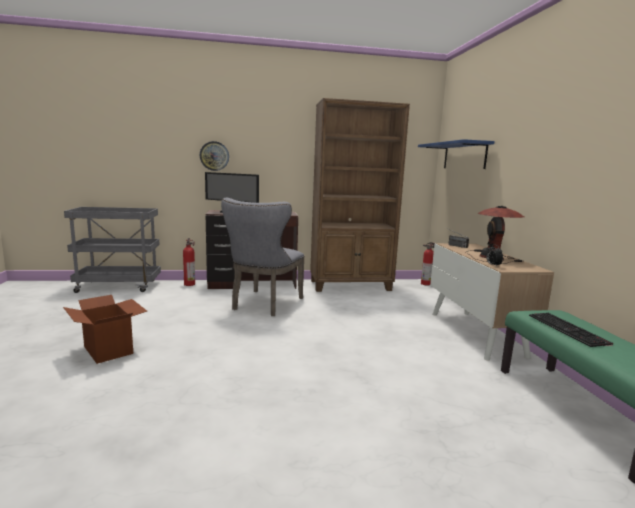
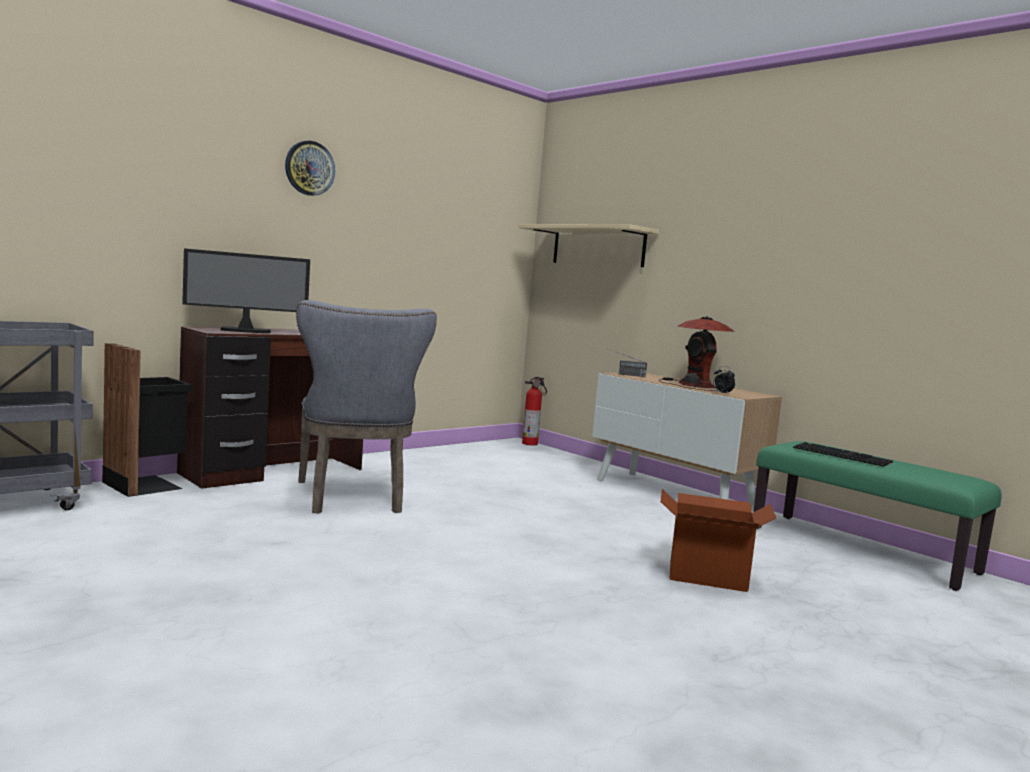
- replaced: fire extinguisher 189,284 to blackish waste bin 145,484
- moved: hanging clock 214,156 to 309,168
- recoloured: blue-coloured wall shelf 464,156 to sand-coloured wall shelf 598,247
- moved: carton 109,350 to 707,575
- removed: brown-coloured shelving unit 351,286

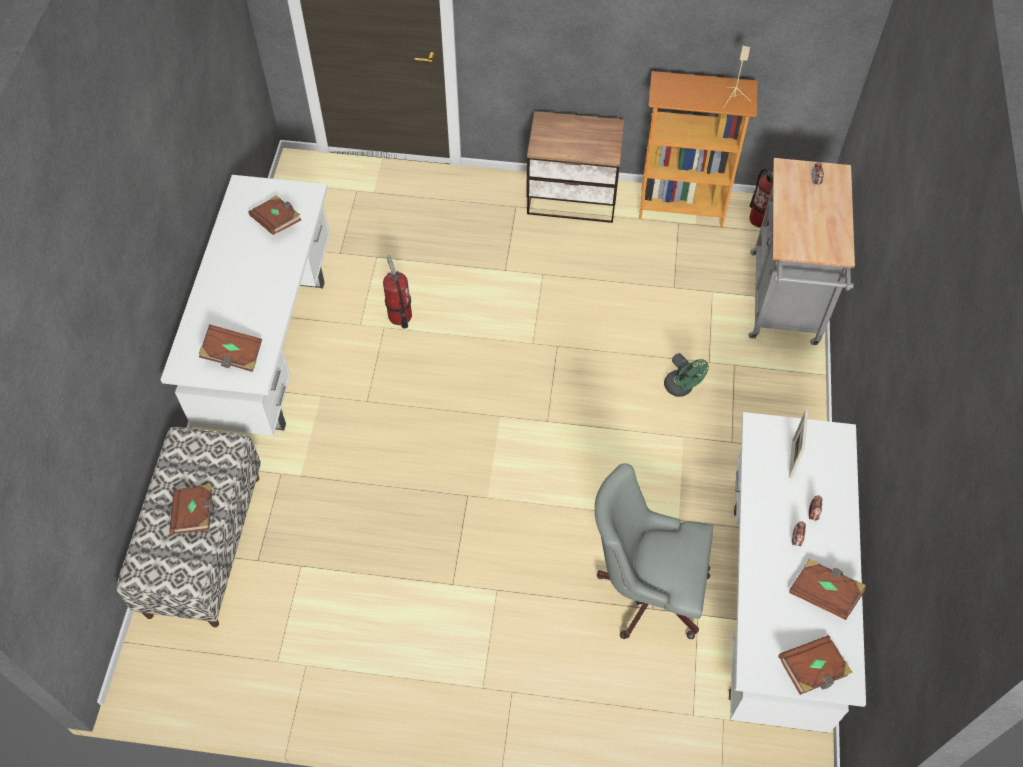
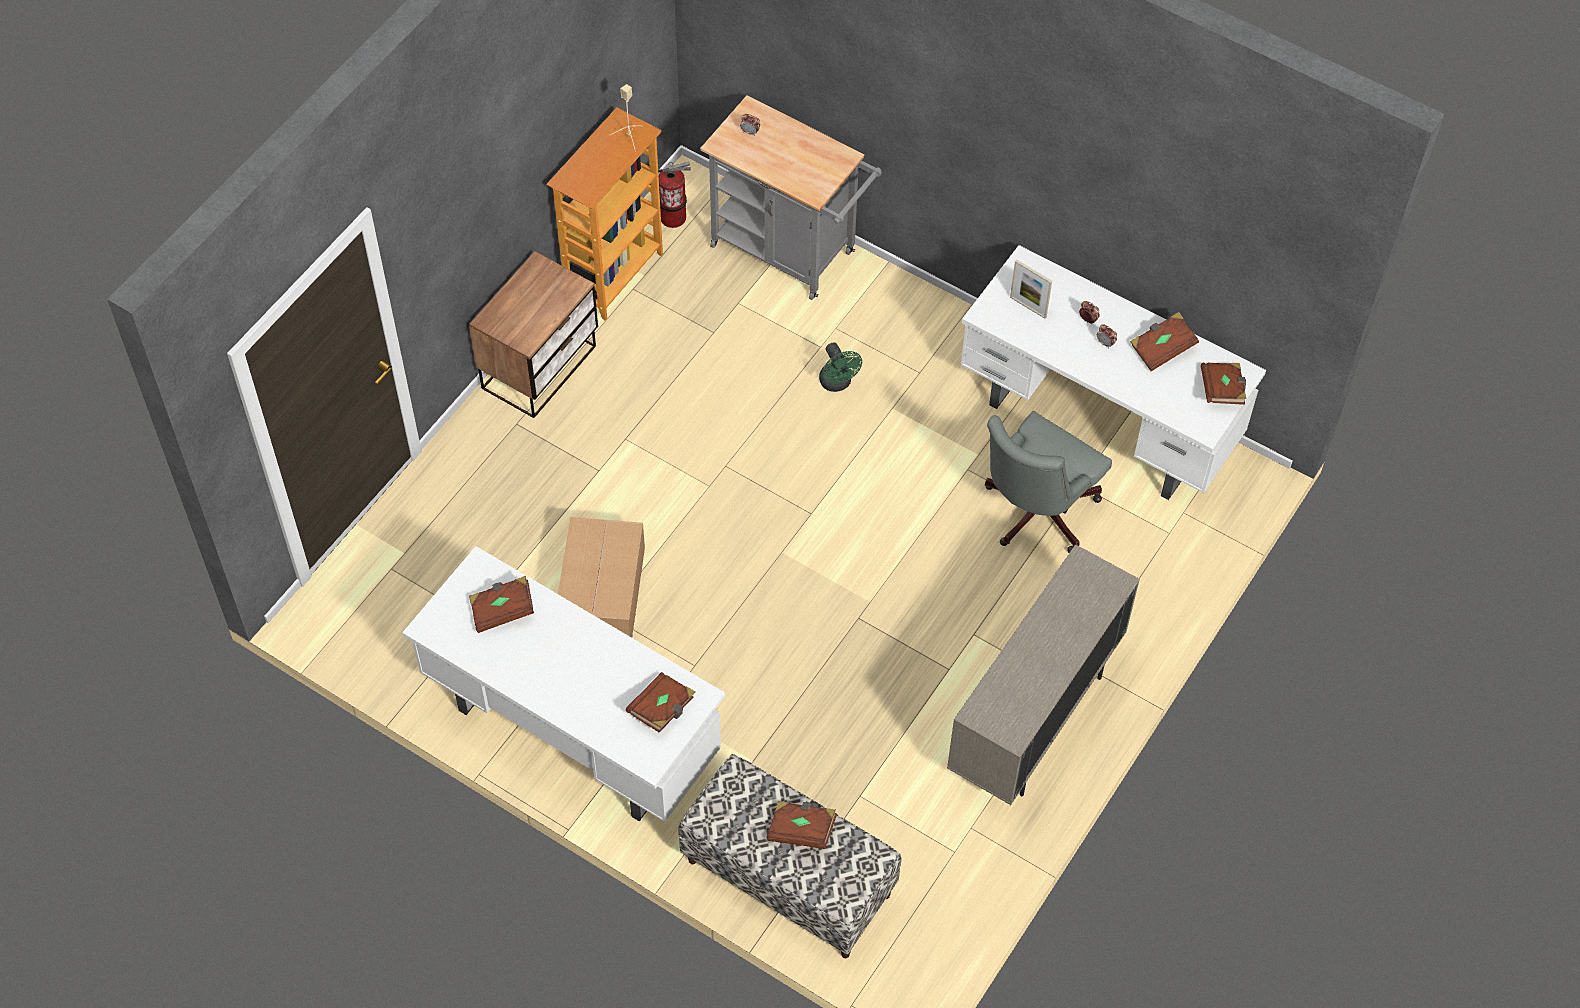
- replaced: fire extinguisher 399,316 to carton 600,593
- turned: green-coloured cooling fan 682,388 = 837,383 75 degrees clockwise
- added: sand-coloured cupboard 1033,721

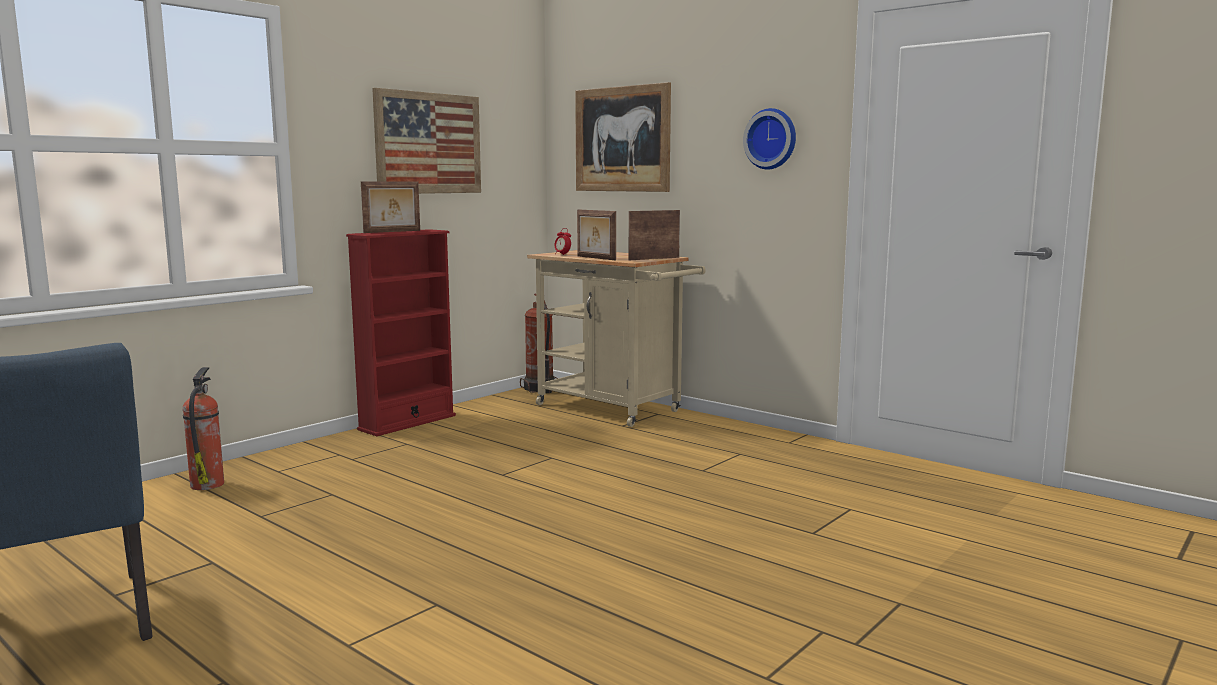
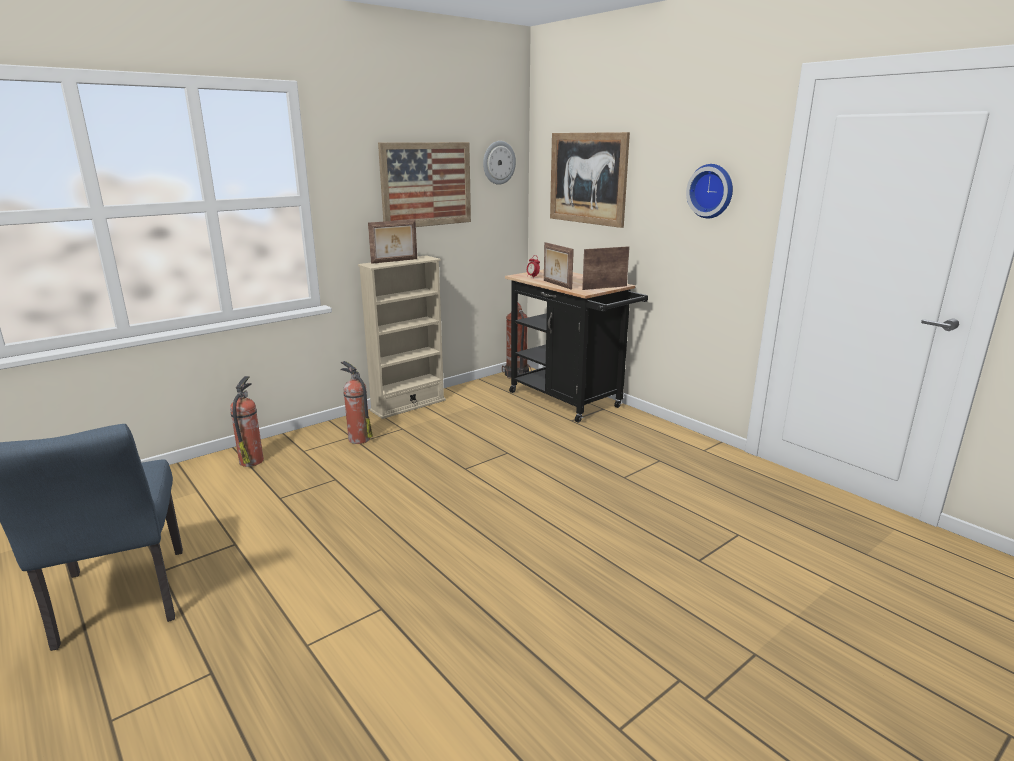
- added: fire extinguisher 358,439
- recoloured: reddish shelving unit 407,422 to sand-coloured shelving unit 408,405
- added: hanging clock 498,162
- recoloured: sand-coloured wheeled cart 615,409 to blackish wheeled cart 570,401

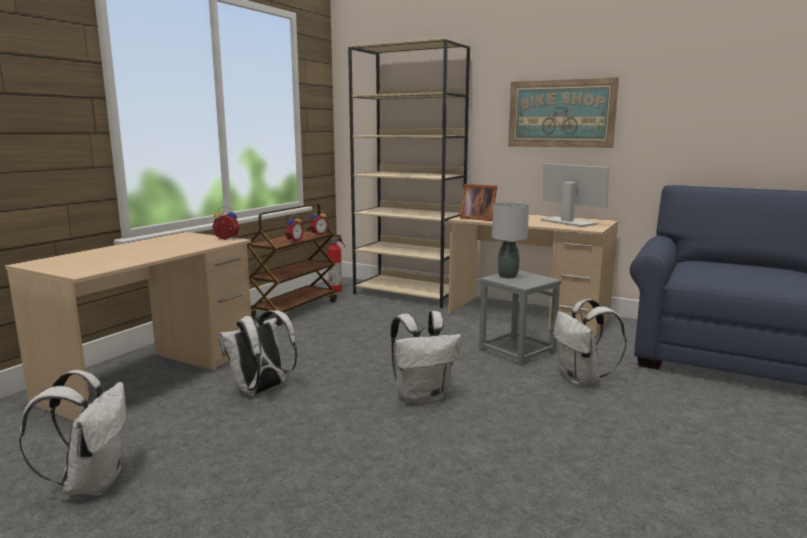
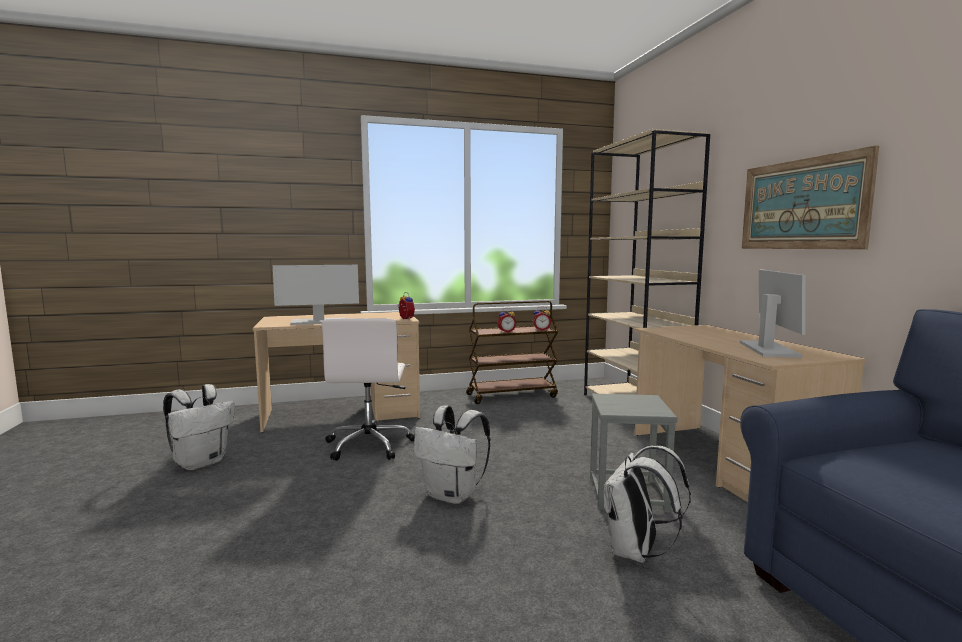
- added: monitor 318,322
- replaced: white knapsack 260,391 to white desk chair 369,445
- removed: fire extinguisher 336,290
- removed: photo frame 477,218
- removed: greyish tabletop lamp 508,276

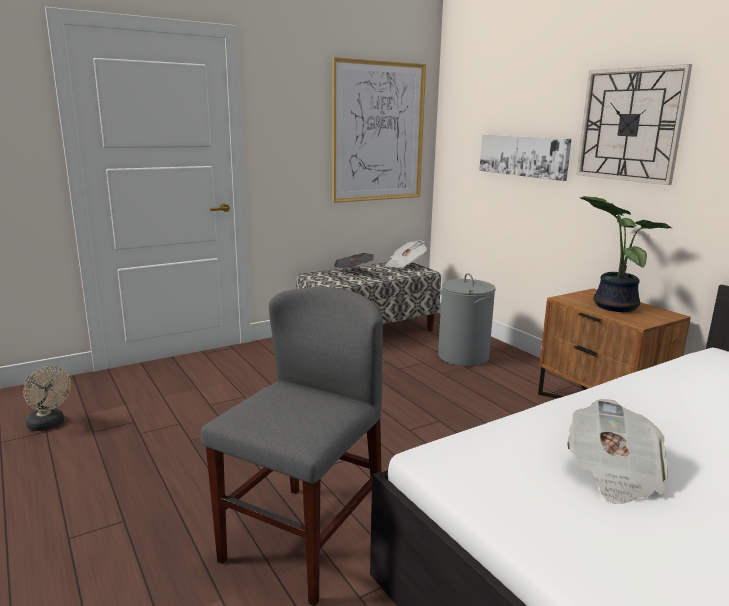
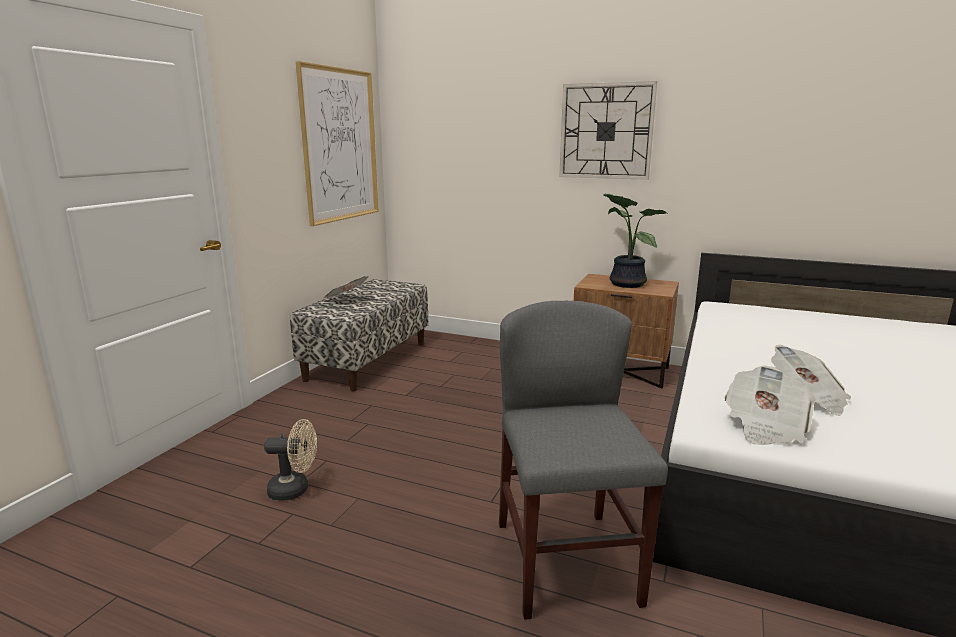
- moved: sand-coloured cooling fan 49,425 to 295,490
- moved: newspaper 405,265 to 765,427
- removed: greyish laundry basket 463,356
- removed: wall picture 523,156

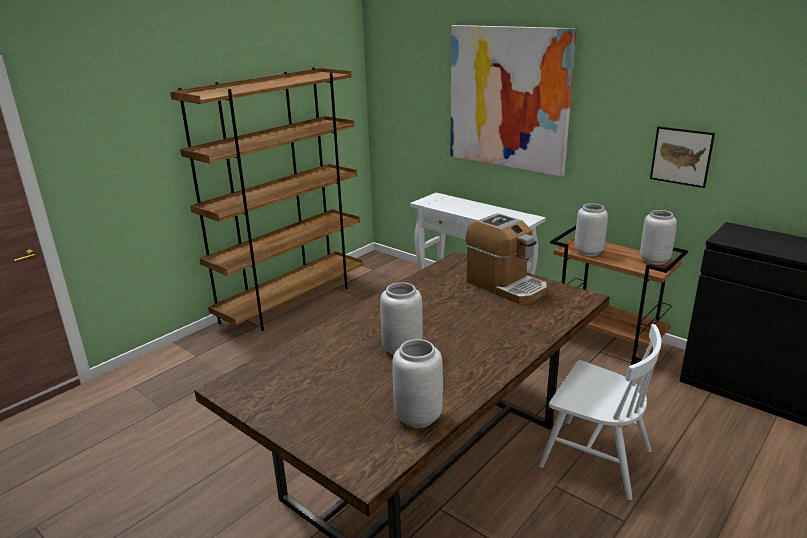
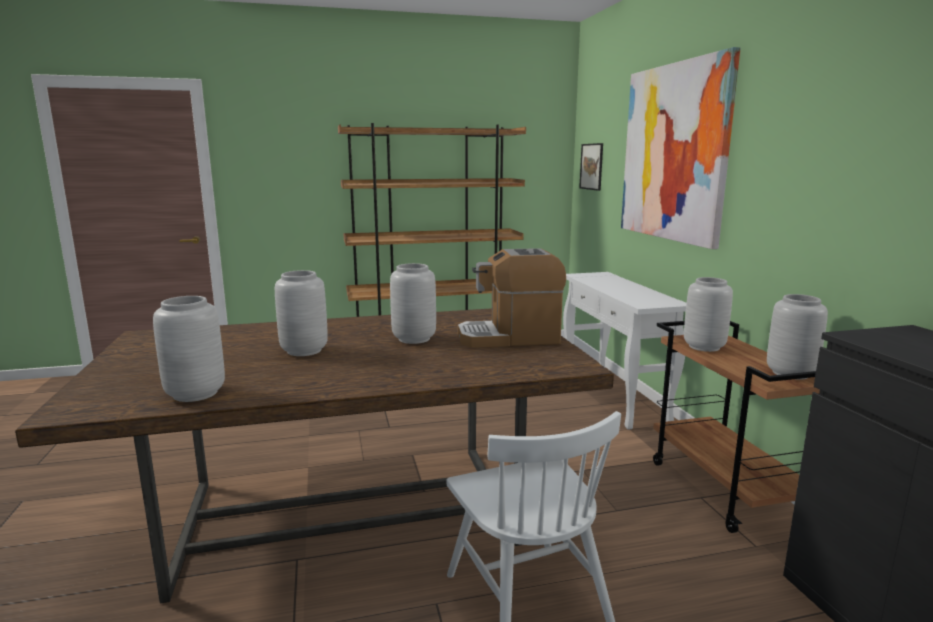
- added: greyish vase 413,339
- turned: coffee machine 506,286 = 509,337 90 degrees clockwise
- moved: wall picture 681,156 to 591,166

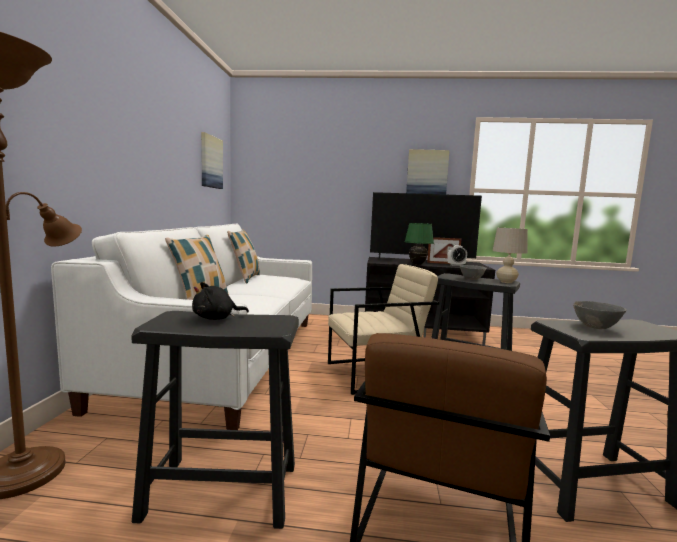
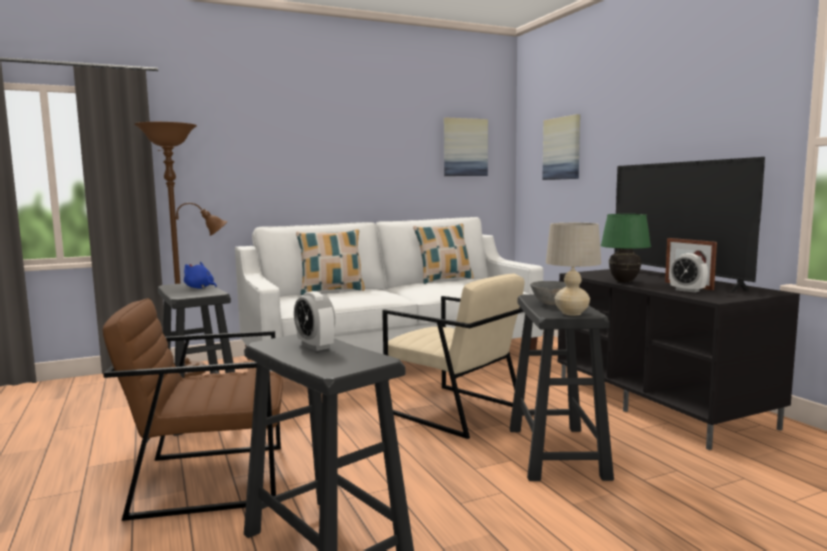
- recoloured: blackish cuddly toy 216,318 to blue-coloured cuddly toy 200,288
- replaced: greyish serving bowl 595,327 to alarm clock 315,346
- moved: wall picture 427,173 to 562,148

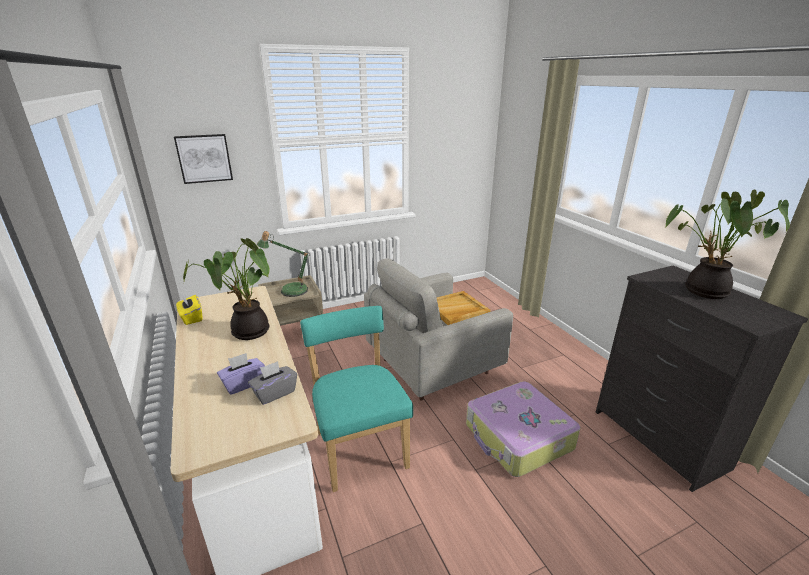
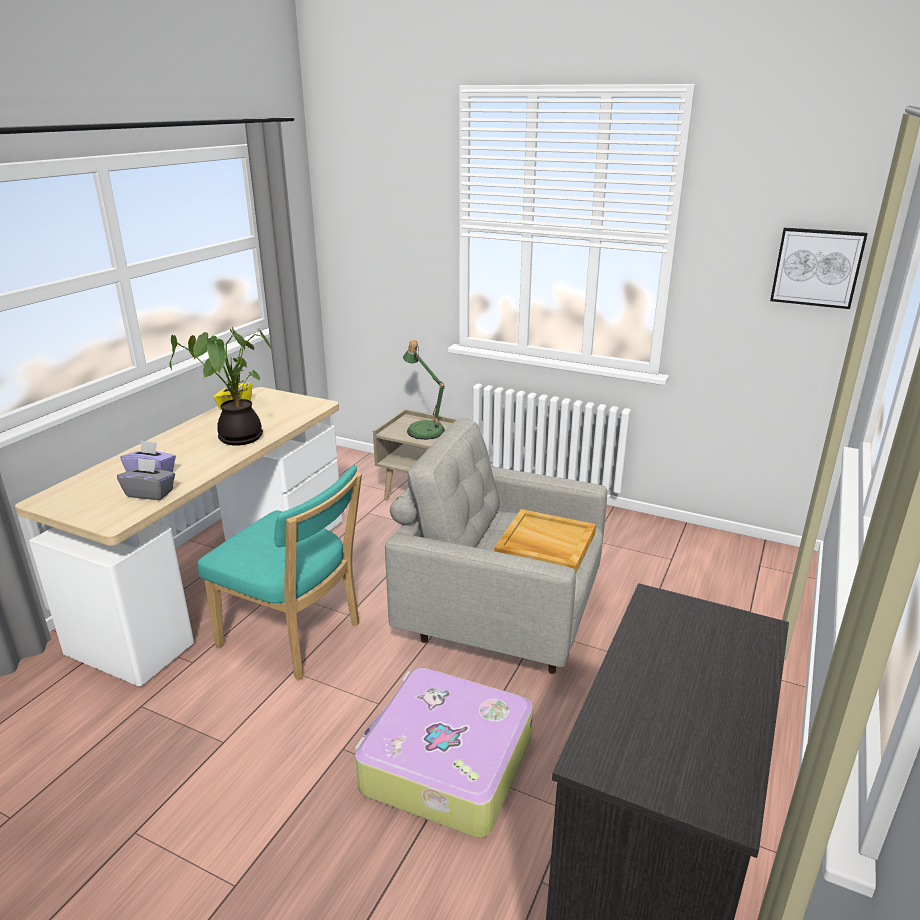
- turned: blue-green chair 359,446 = 295,637 90 degrees clockwise
- moved: wall picture 204,158 to 817,267
- removed: potted plant 702,292

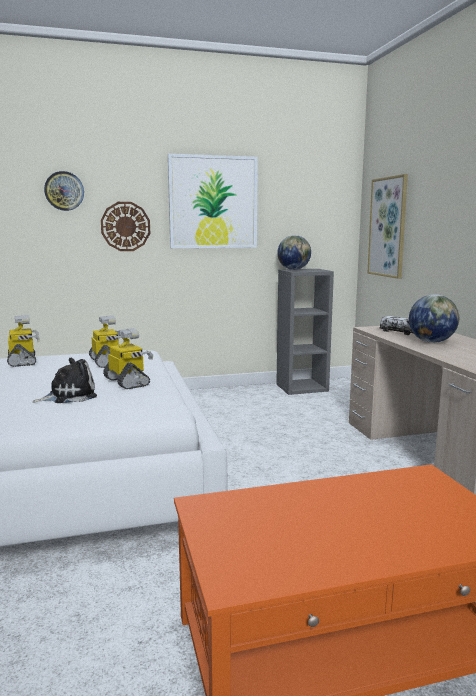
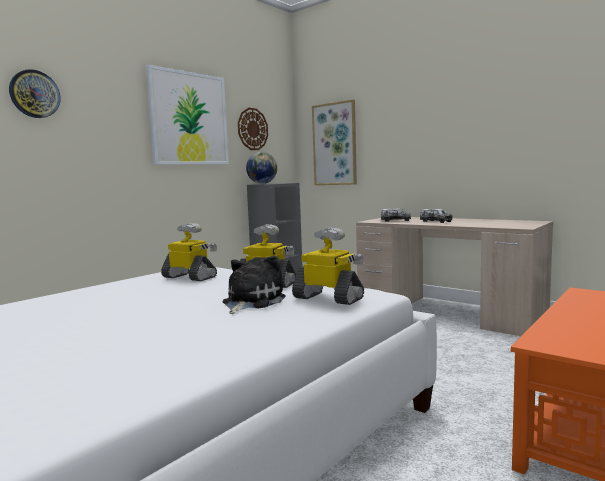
- moved: hanging clock 125,226 to 252,129
- moved: robot figure 23,361 to 329,298
- replaced: globe 431,342 to model truck 435,221

